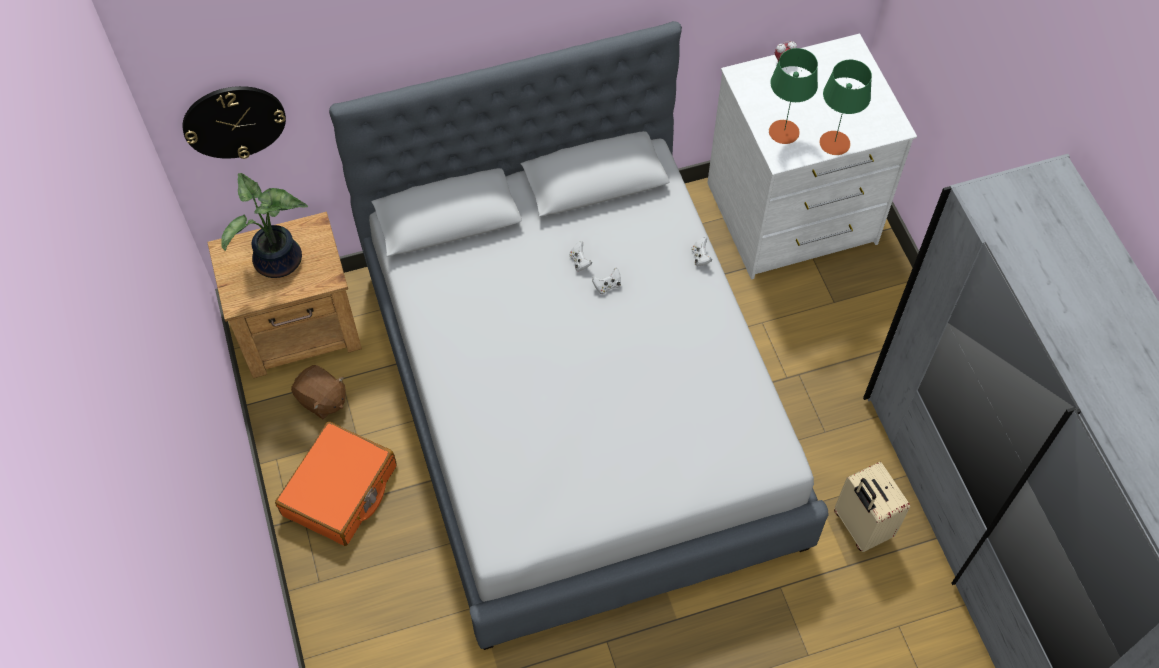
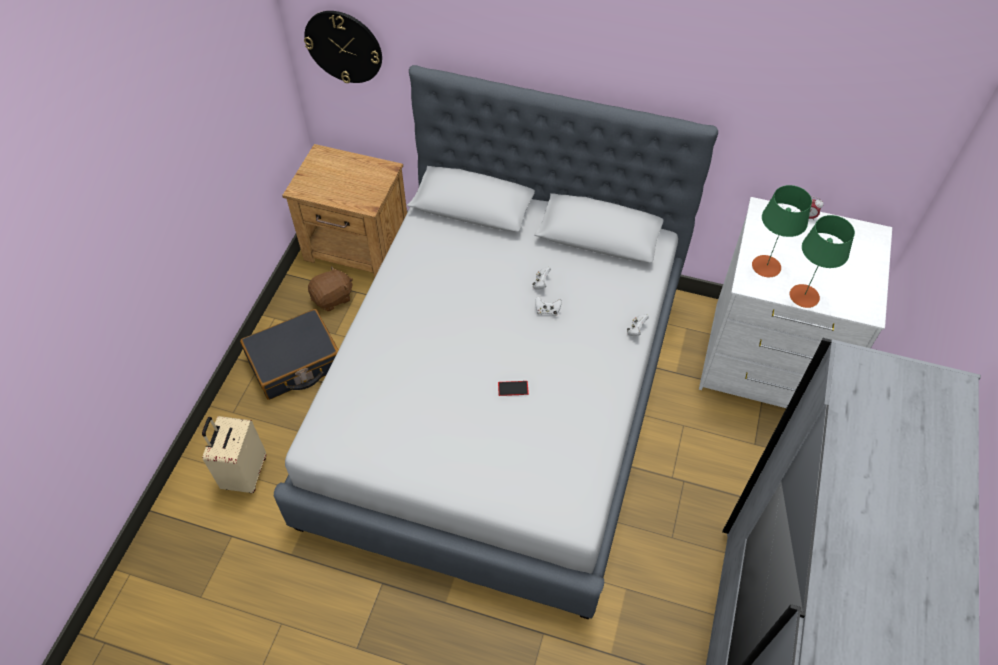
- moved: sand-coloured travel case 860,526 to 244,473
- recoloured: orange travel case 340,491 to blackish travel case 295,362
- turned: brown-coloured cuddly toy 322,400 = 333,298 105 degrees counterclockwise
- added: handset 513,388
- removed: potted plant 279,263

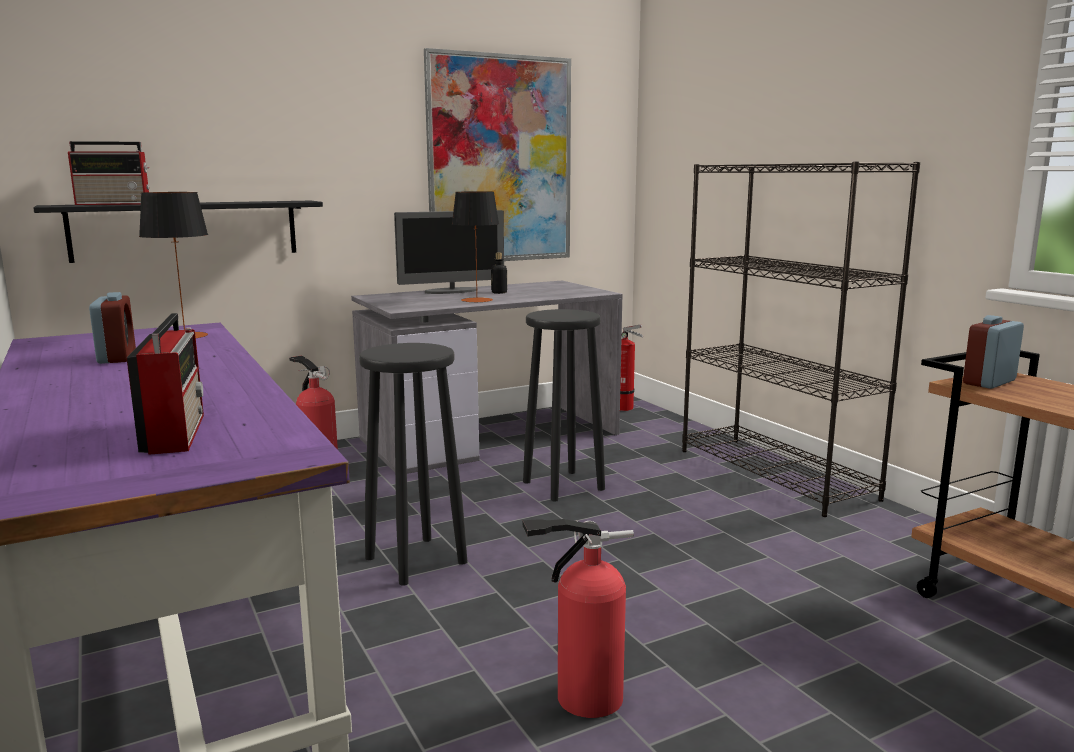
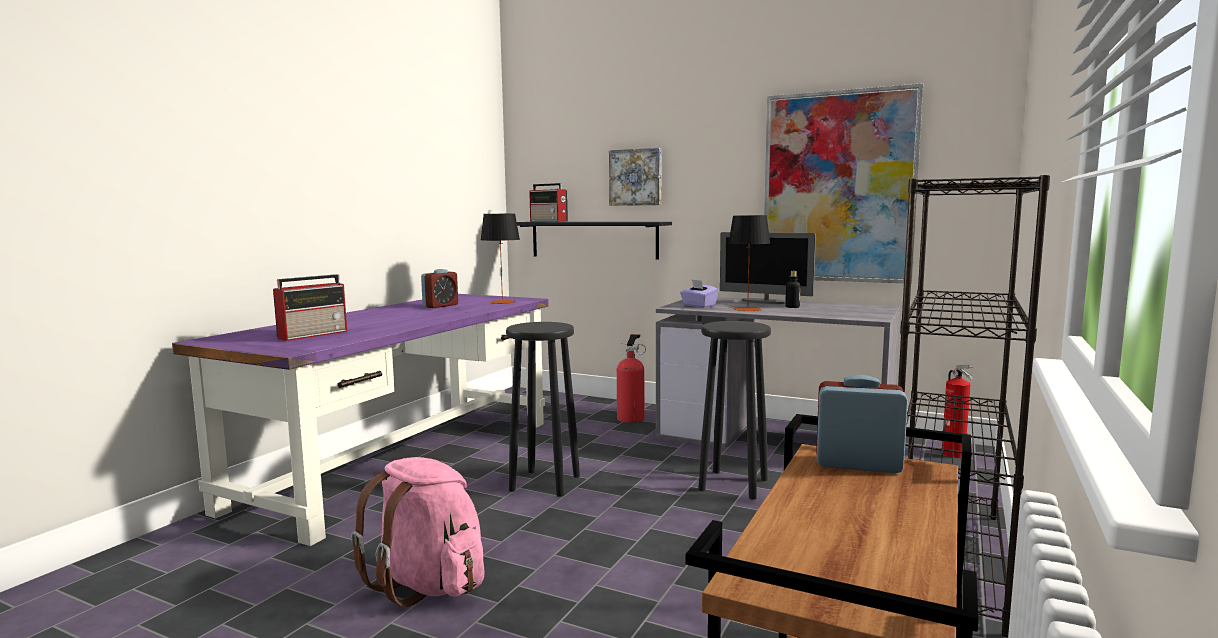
- replaced: fire extinguisher 582,698 to pink-coloured knapsack 428,584
- added: wall picture 636,177
- added: purple-coloured tissue box 698,306

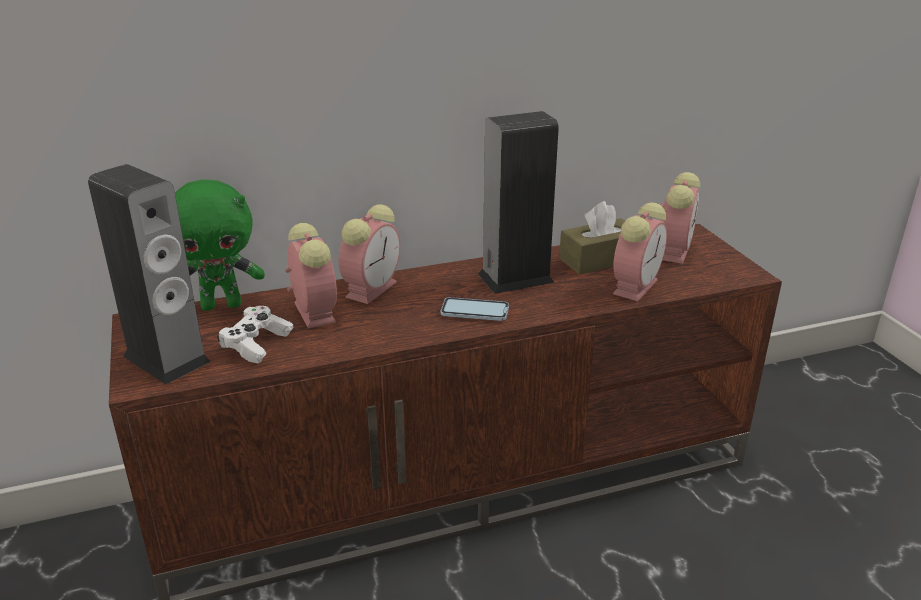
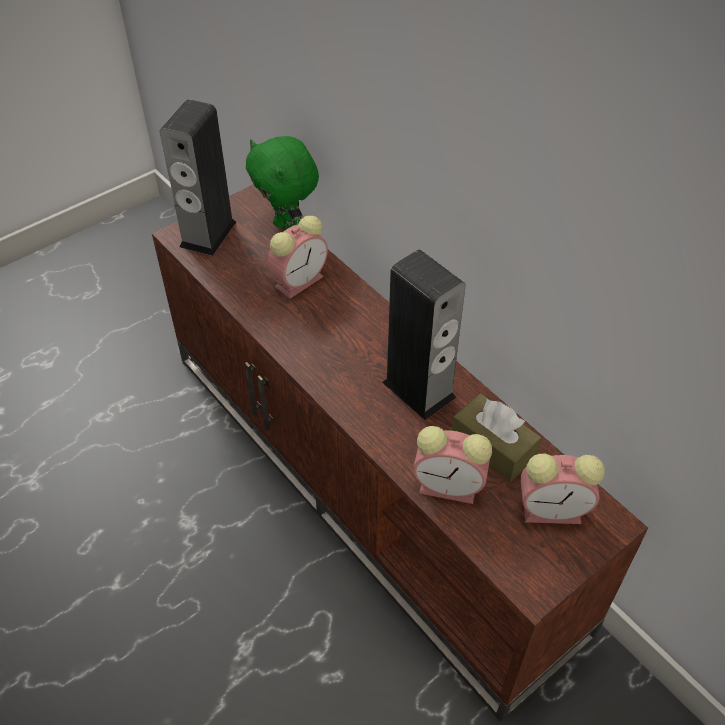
- removed: white game controller 257,344
- removed: alarm clock 372,288
- removed: handset 474,311

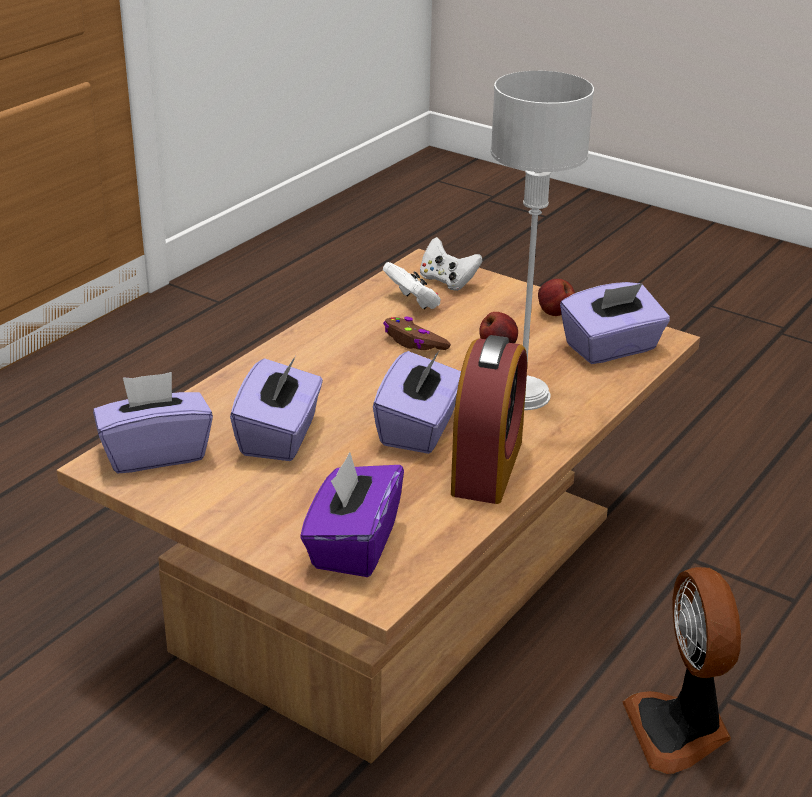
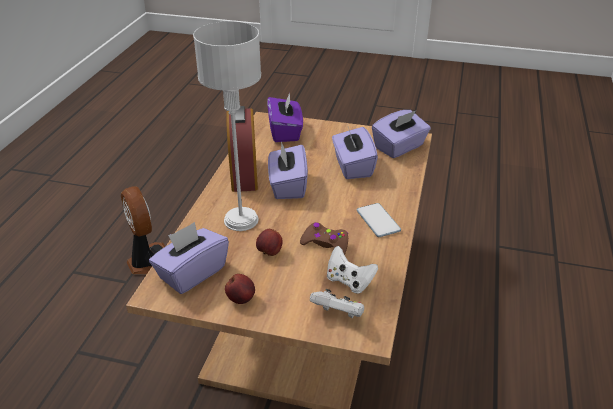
- added: handset 378,221

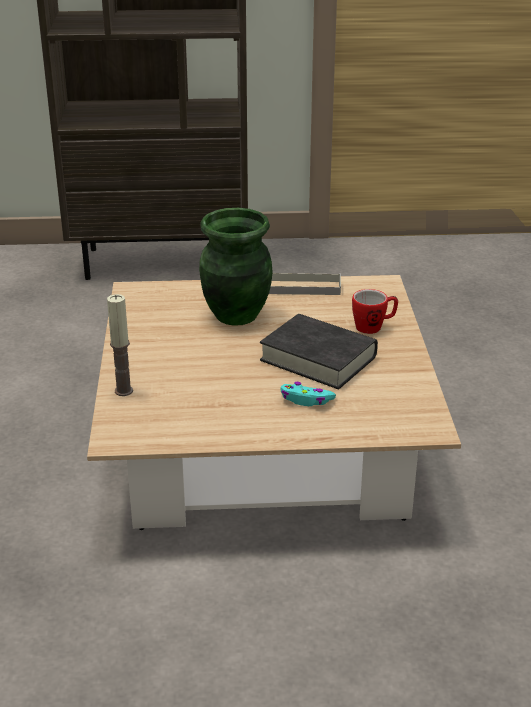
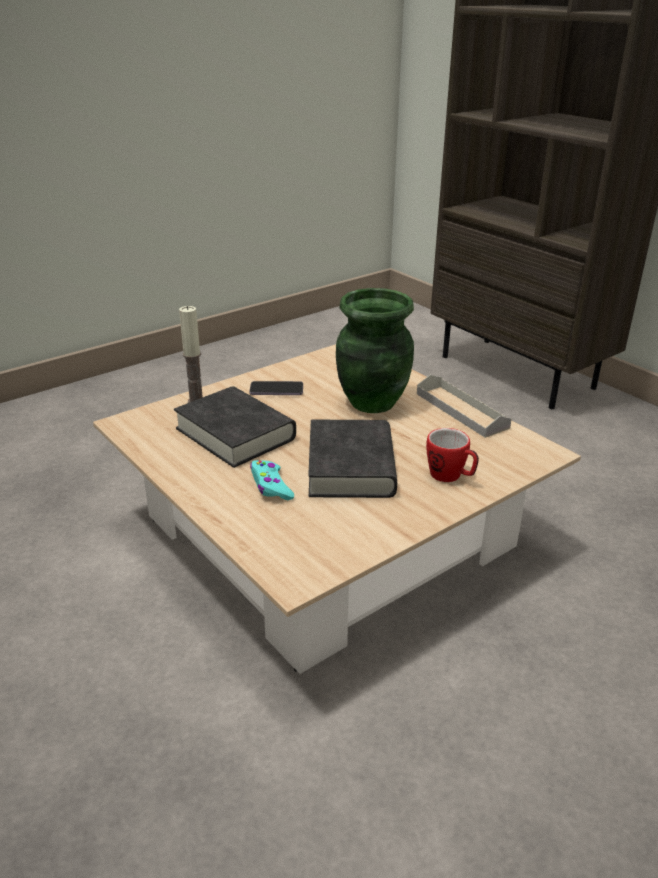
- added: blackish volume 235,434
- added: handset 276,390

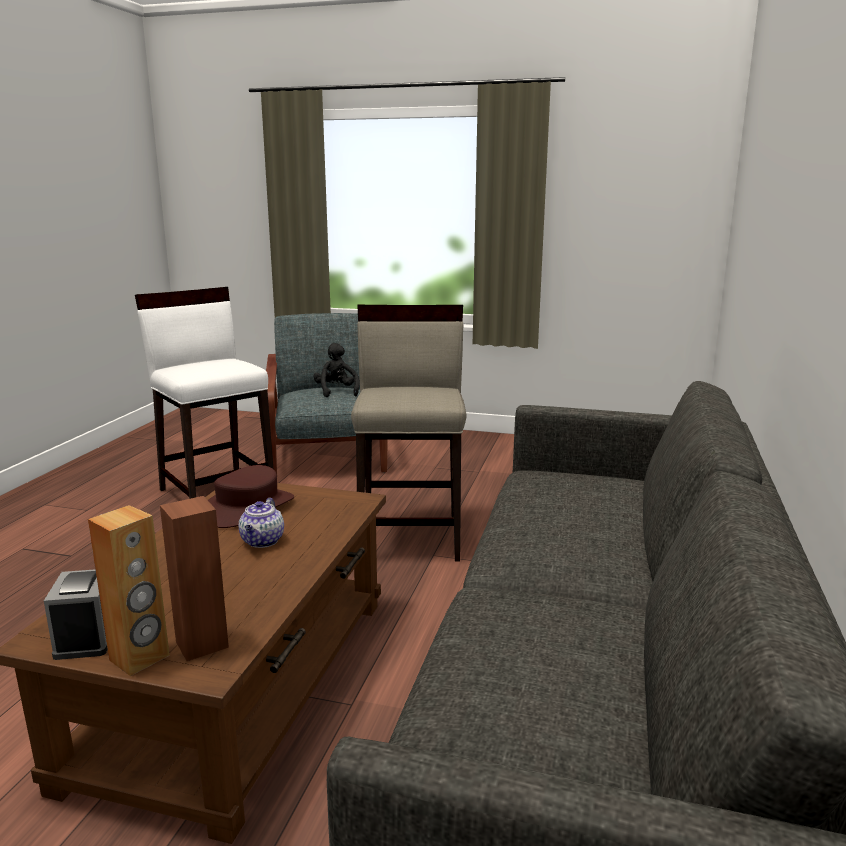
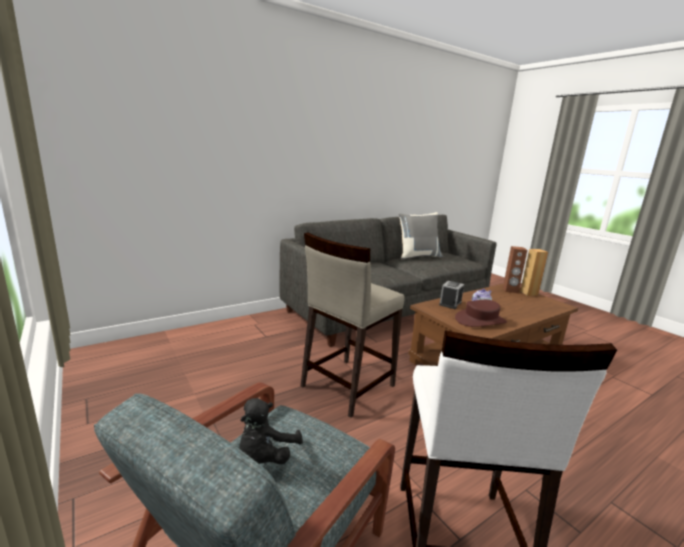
- added: greyish cushion 418,256
- moved: alarm clock 88,637 to 450,303

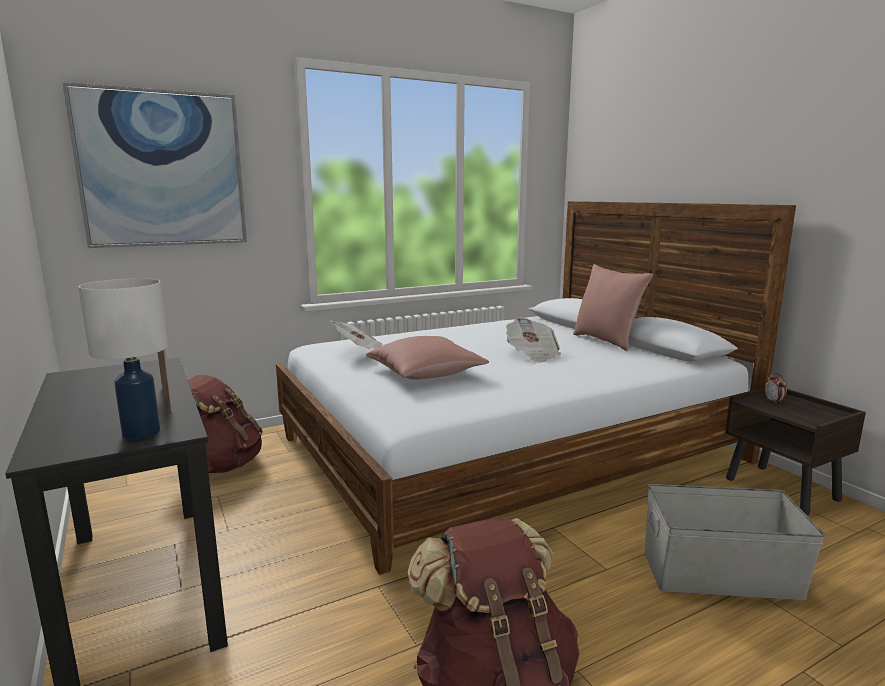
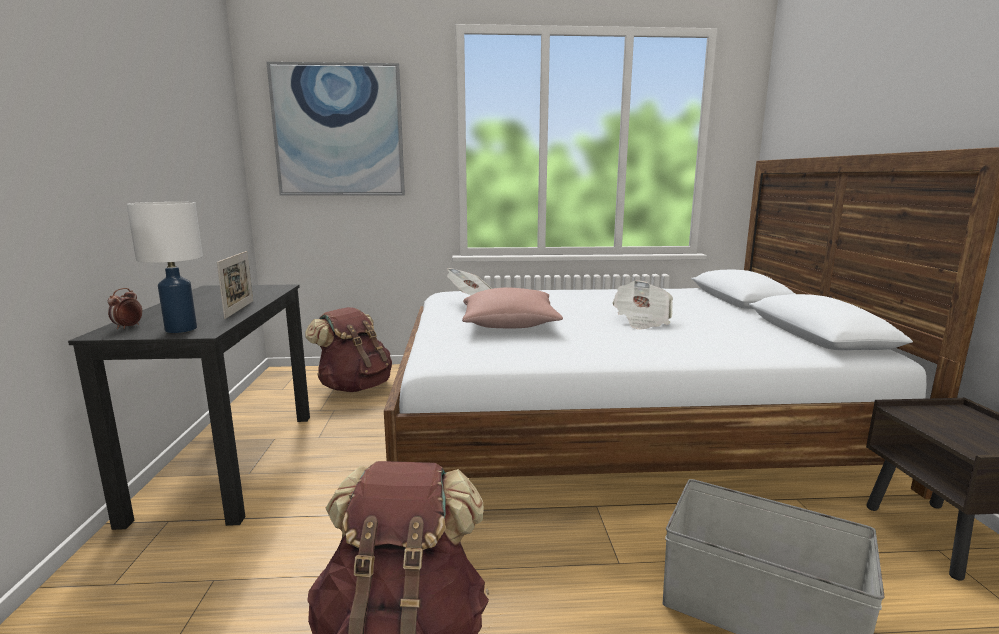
- moved: alarm clock 774,401 to 128,327
- removed: pink-coloured cushion 606,341

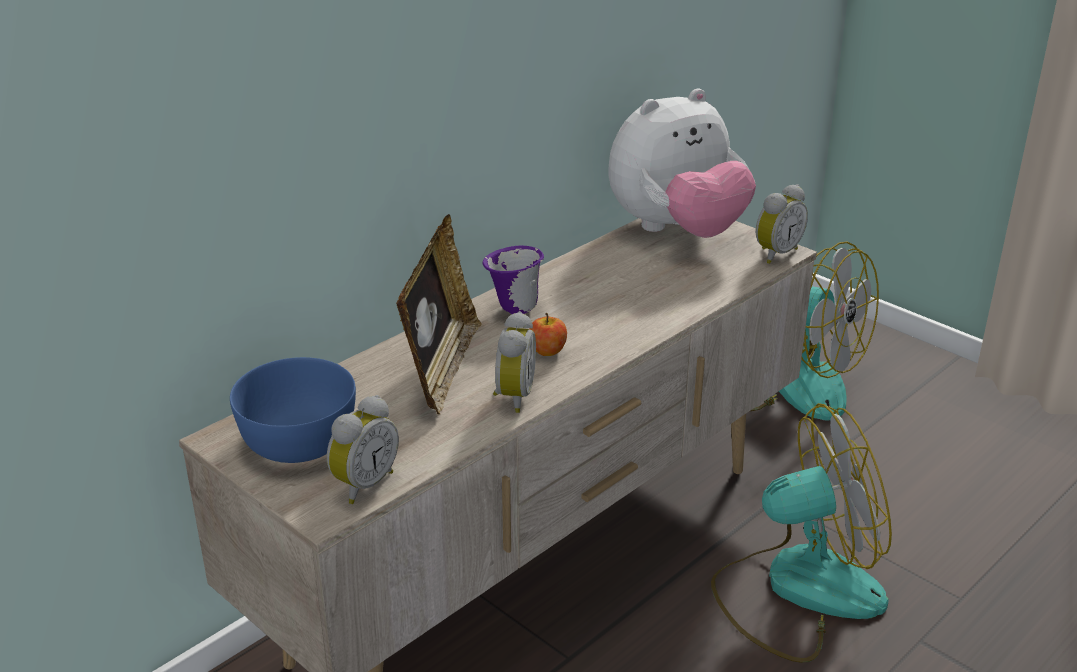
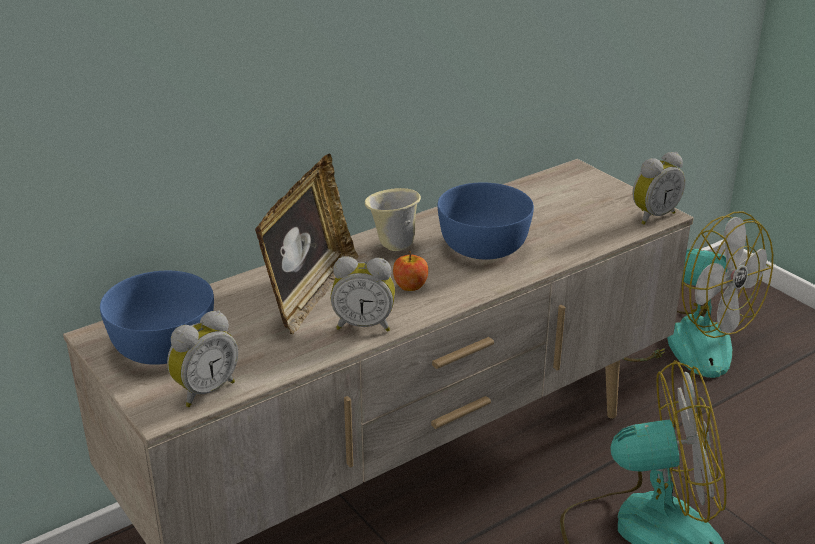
- turned: alarm clock 512,396 = 364,324 75 degrees clockwise
- recoloured: purple-coloured tea mug 513,308 to sand-coloured tea mug 392,245
- added: blue-coloured serving bowl 484,244
- removed: cuddly toy 677,231

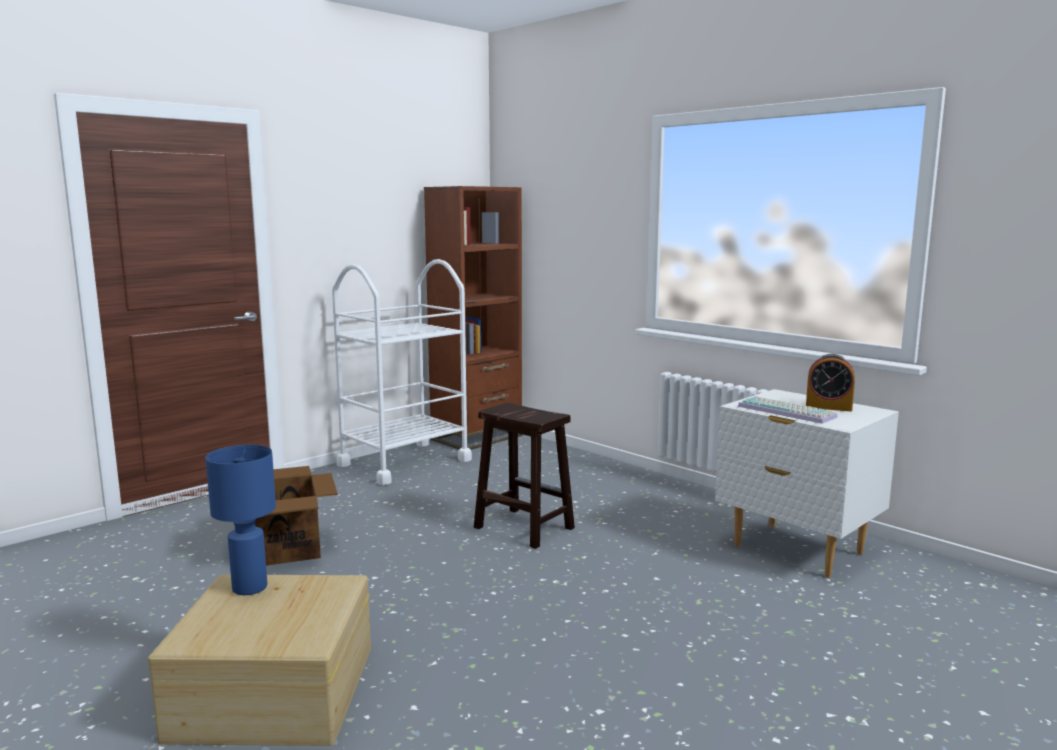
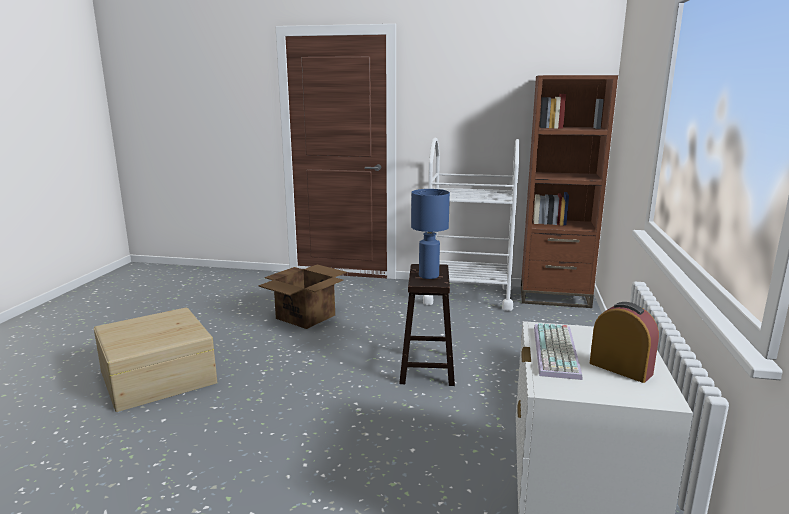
- moved: blue-coloured tabletop lamp 249,588 to 428,276
- turned: alarm clock 828,407 = 620,368 150 degrees clockwise

